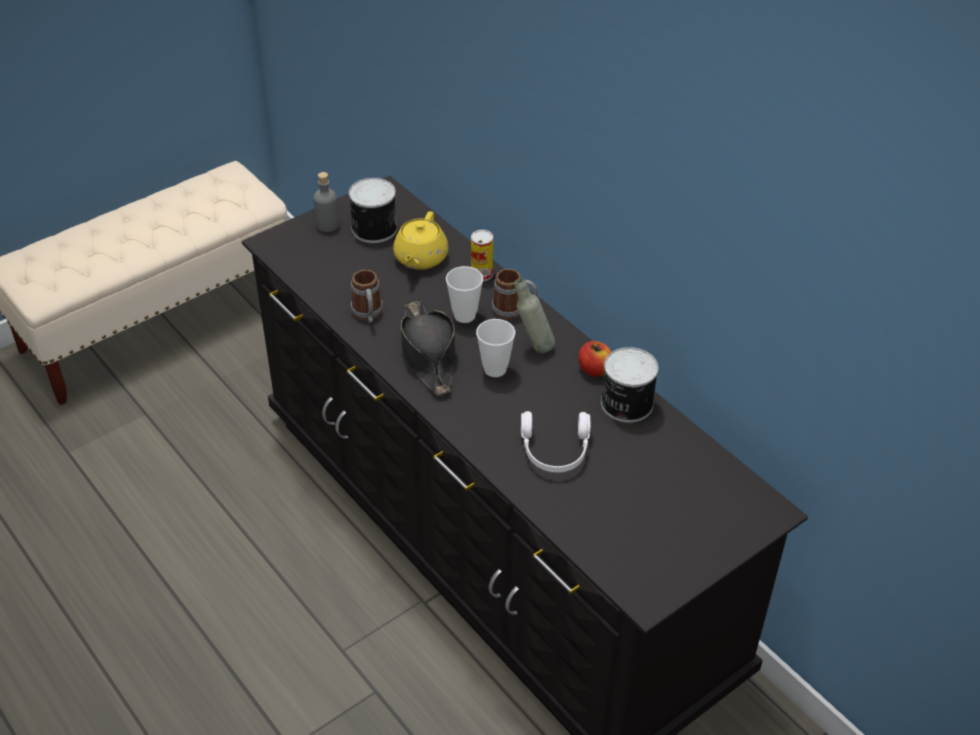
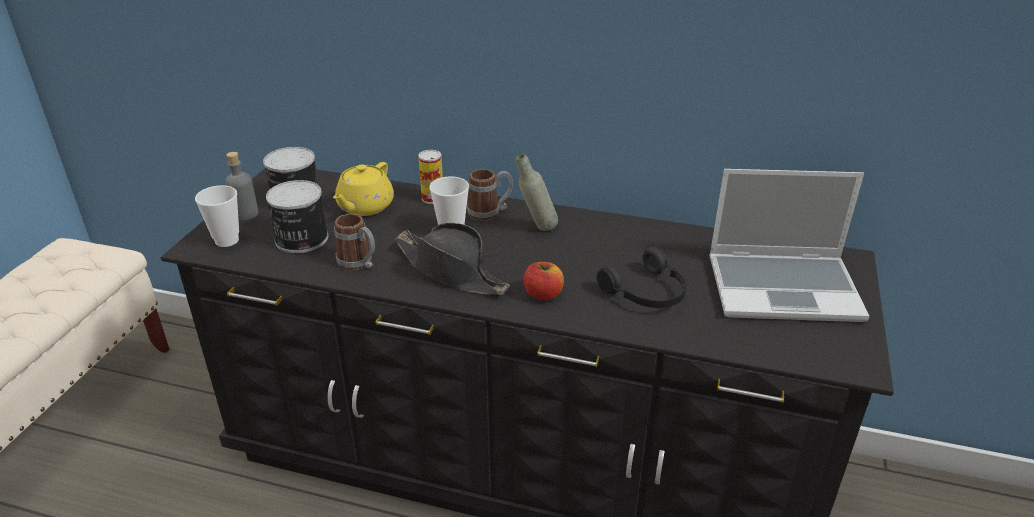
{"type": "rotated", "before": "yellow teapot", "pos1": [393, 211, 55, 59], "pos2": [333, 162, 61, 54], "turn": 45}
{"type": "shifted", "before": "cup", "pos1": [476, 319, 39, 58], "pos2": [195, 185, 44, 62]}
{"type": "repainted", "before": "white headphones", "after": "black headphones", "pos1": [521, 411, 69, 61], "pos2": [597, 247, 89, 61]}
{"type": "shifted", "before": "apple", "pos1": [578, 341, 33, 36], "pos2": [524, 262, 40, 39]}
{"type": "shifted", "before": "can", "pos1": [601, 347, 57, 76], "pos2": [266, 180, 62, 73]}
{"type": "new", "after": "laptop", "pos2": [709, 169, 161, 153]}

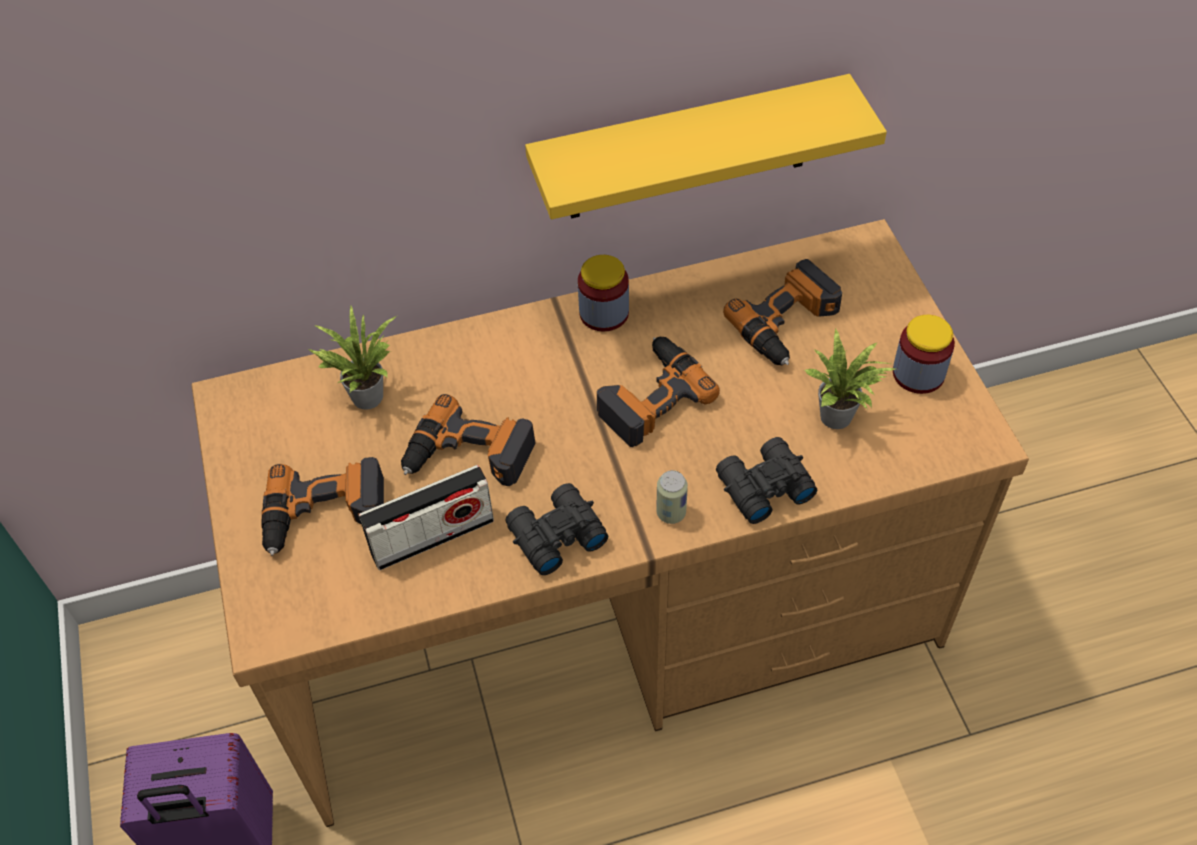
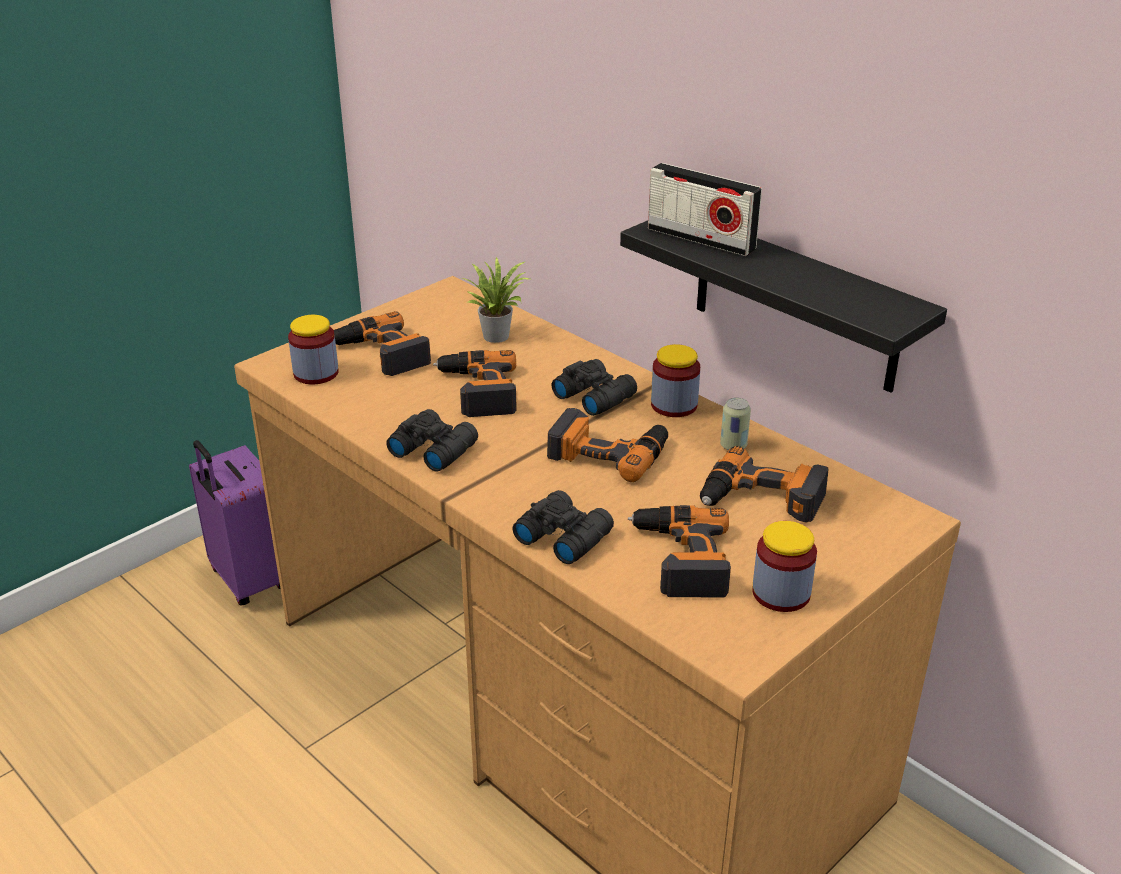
{"type": "shifted", "before": "radio", "pos1": [359, 465, 135, 105], "pos2": [648, 163, 114, 93]}
{"type": "repainted", "before": "yellow shelf", "after": "black shelf", "pos1": [525, 74, 362, 145], "pos2": [620, 220, 327, 173]}
{"type": "shifted", "before": "can", "pos1": [656, 470, 32, 54], "pos2": [720, 398, 31, 52]}
{"type": "swapped", "before": "potted plant", "after": "power drill", "pos1": [804, 329, 92, 100], "pos2": [628, 505, 103, 92]}
{"type": "new", "after": "jar", "pos2": [288, 315, 51, 69]}
{"type": "new", "after": "black binoculars", "pos2": [552, 359, 85, 57]}

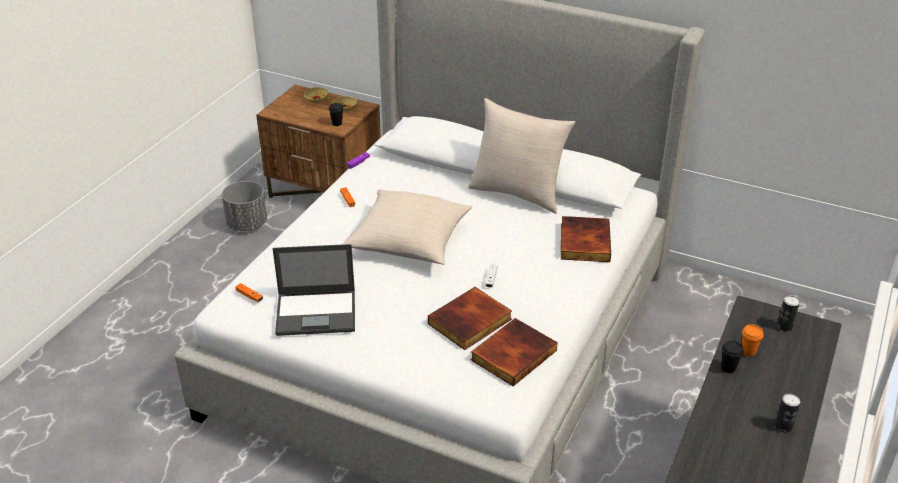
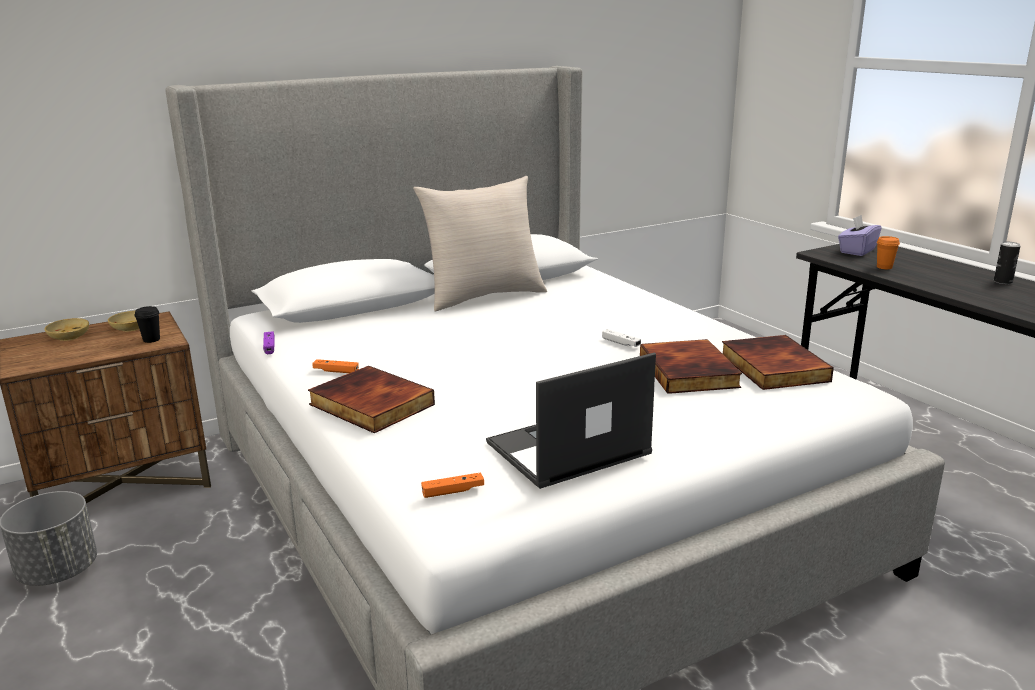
{"type": "rotated", "before": "laptop", "pos1": [273, 244, 82, 92], "pos2": [486, 352, 170, 137], "turn": -150}
{"type": "gone", "before": "beige pillow", "pos1": [342, 189, 130, 76]}
{"type": "shifted", "before": "book", "pos1": [561, 216, 50, 46], "pos2": [308, 366, 127, 67]}
{"type": "gone", "before": "black cup", "pos1": [721, 340, 23, 33]}
{"type": "swapped", "before": "can", "after": "purple tissue box", "pos1": [777, 296, 23, 36], "pos2": [838, 215, 44, 41]}

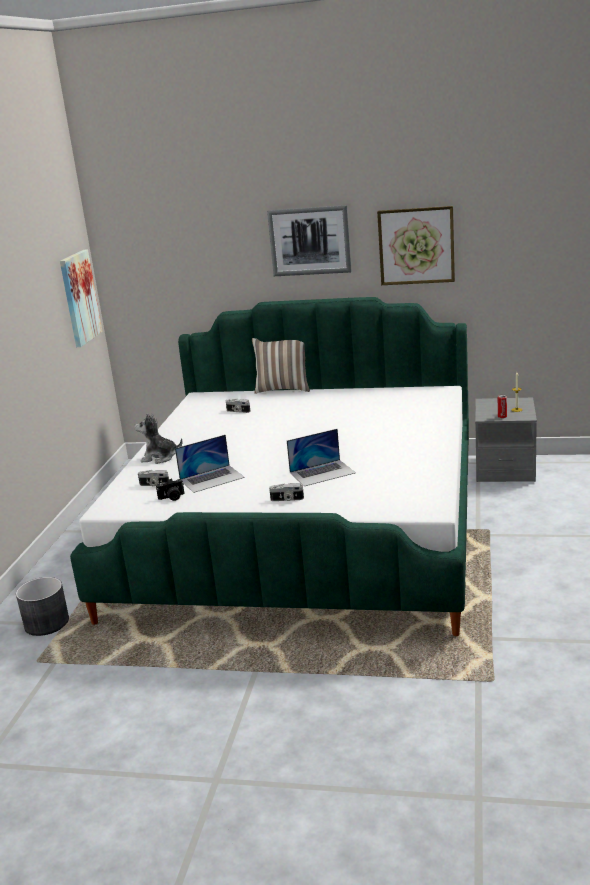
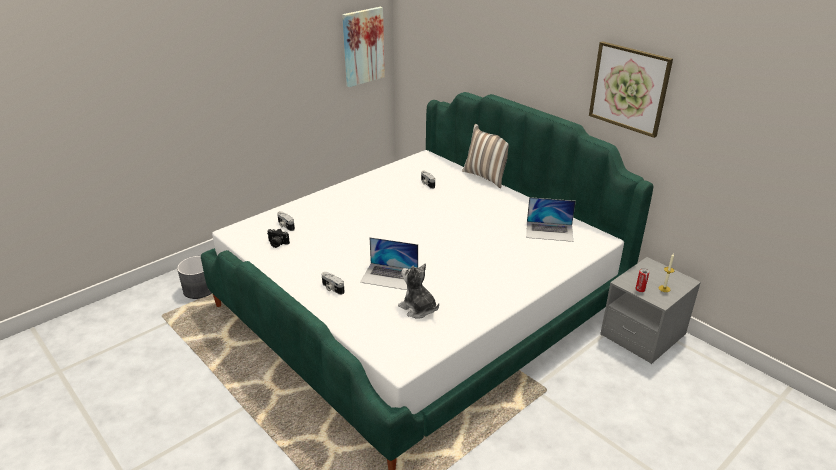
{"type": "shifted", "before": "plush toy", "pos1": [134, 413, 48, 51], "pos2": [398, 263, 41, 56]}
{"type": "shifted", "before": "laptop", "pos1": [175, 435, 70, 58], "pos2": [526, 197, 50, 45]}
{"type": "gone", "before": "picture", "pos1": [267, 205, 85, 71]}

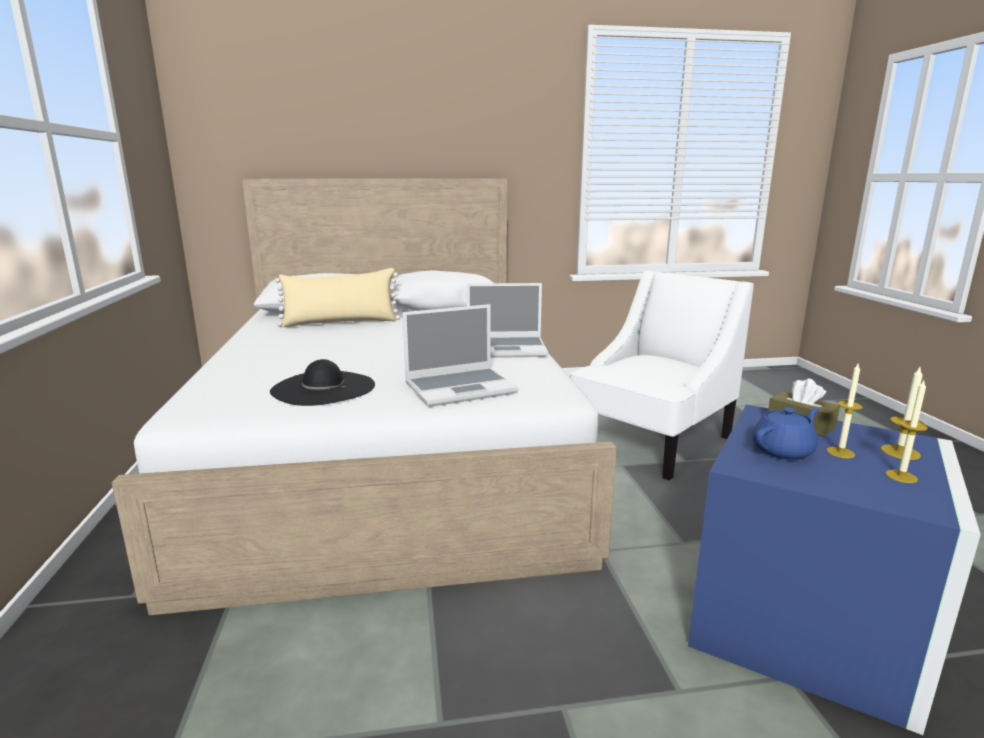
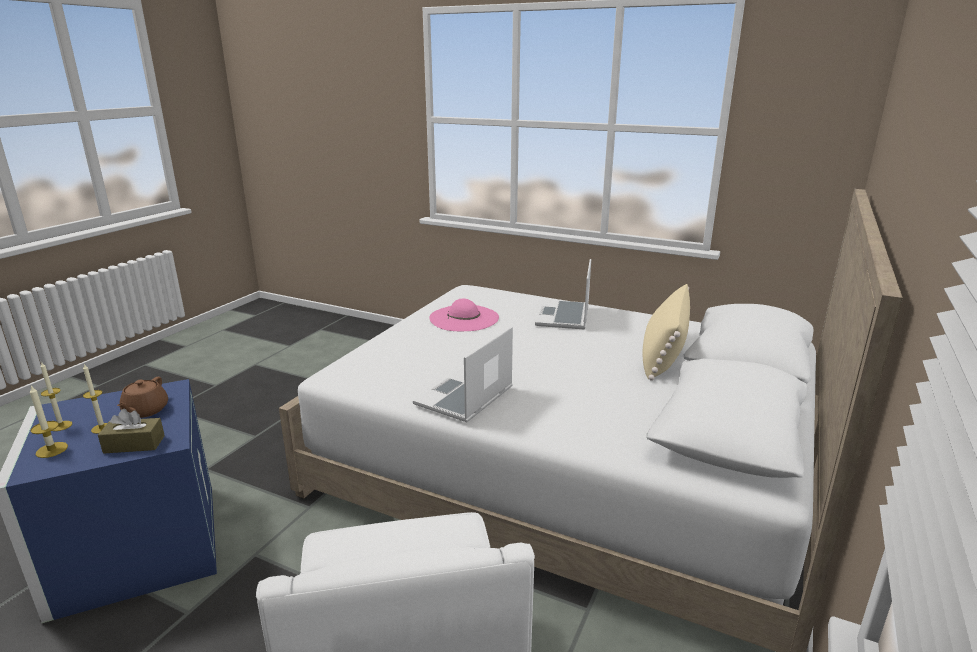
{"type": "repainted", "before": "black hat", "after": "pink hat", "pos1": [270, 359, 105, 47], "pos2": [429, 298, 70, 33]}
{"type": "shifted", "before": "laptop", "pos1": [403, 304, 116, 103], "pos2": [535, 259, 56, 70]}
{"type": "repainted", "before": "blue teapot", "after": "brown teapot", "pos1": [753, 407, 66, 53], "pos2": [117, 377, 51, 41]}

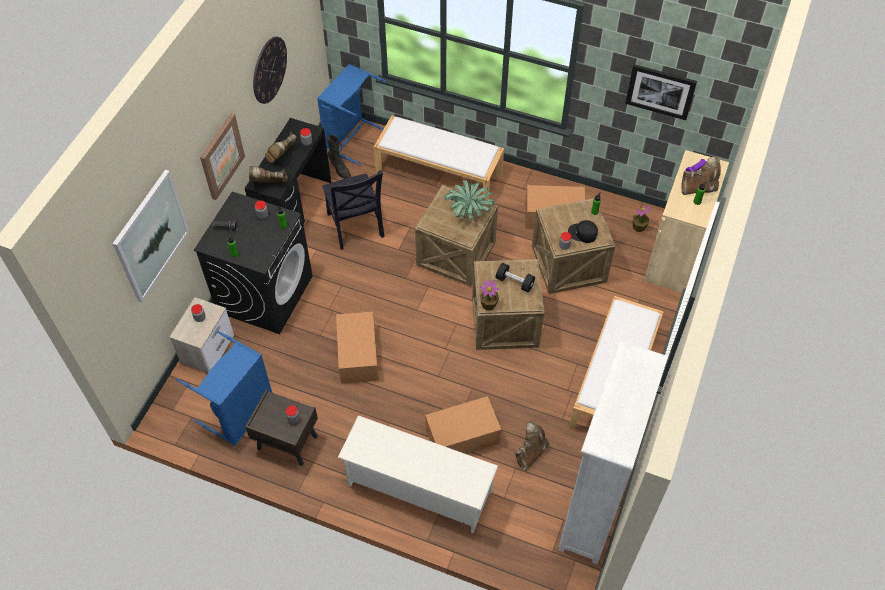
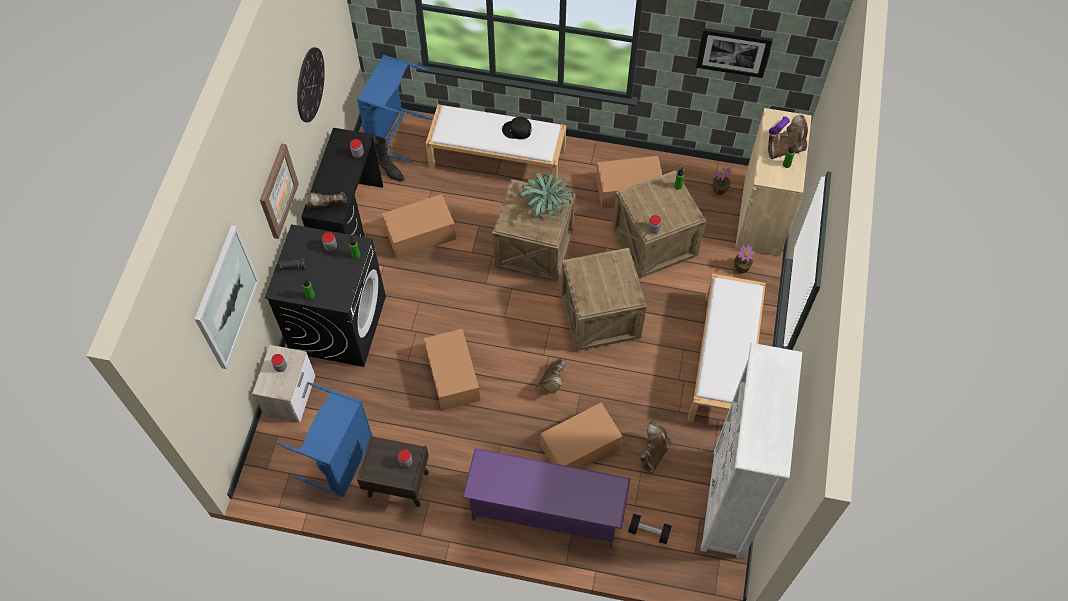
{"type": "shifted", "before": "brown boot", "pos1": [265, 132, 31, 31], "pos2": [535, 358, 31, 37]}
{"type": "swapped", "before": "black chair", "after": "cardboard box", "pos1": [322, 170, 63, 80], "pos2": [382, 194, 74, 65]}
{"type": "repainted", "before": "white shoe rack", "after": "purple shoe rack", "pos1": [337, 415, 161, 118], "pos2": [463, 448, 168, 100]}
{"type": "shifted", "before": "potted plant", "pos1": [480, 279, 20, 32], "pos2": [734, 244, 21, 30]}
{"type": "shifted", "before": "black dumbbell", "pos1": [496, 263, 39, 29], "pos2": [628, 514, 44, 30]}
{"type": "shifted", "before": "black cap", "pos1": [568, 220, 30, 23], "pos2": [502, 117, 30, 22]}

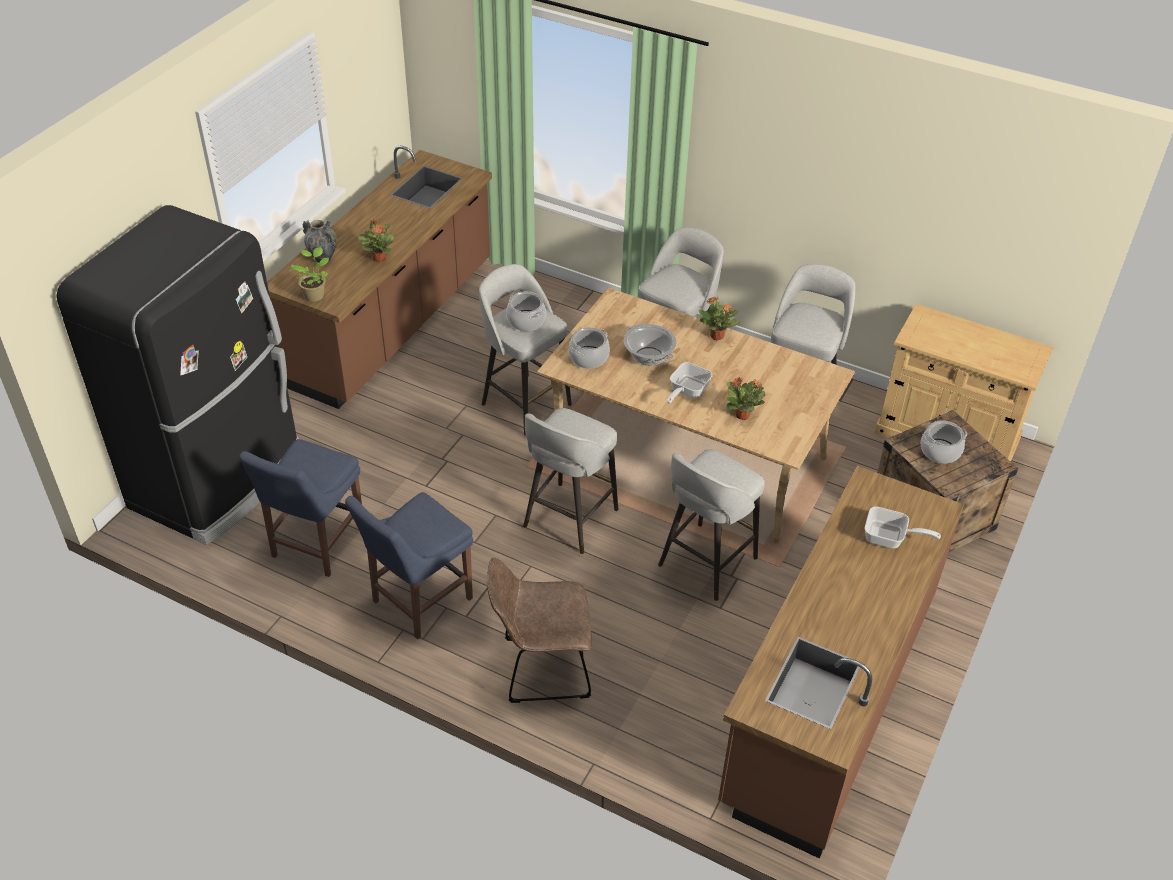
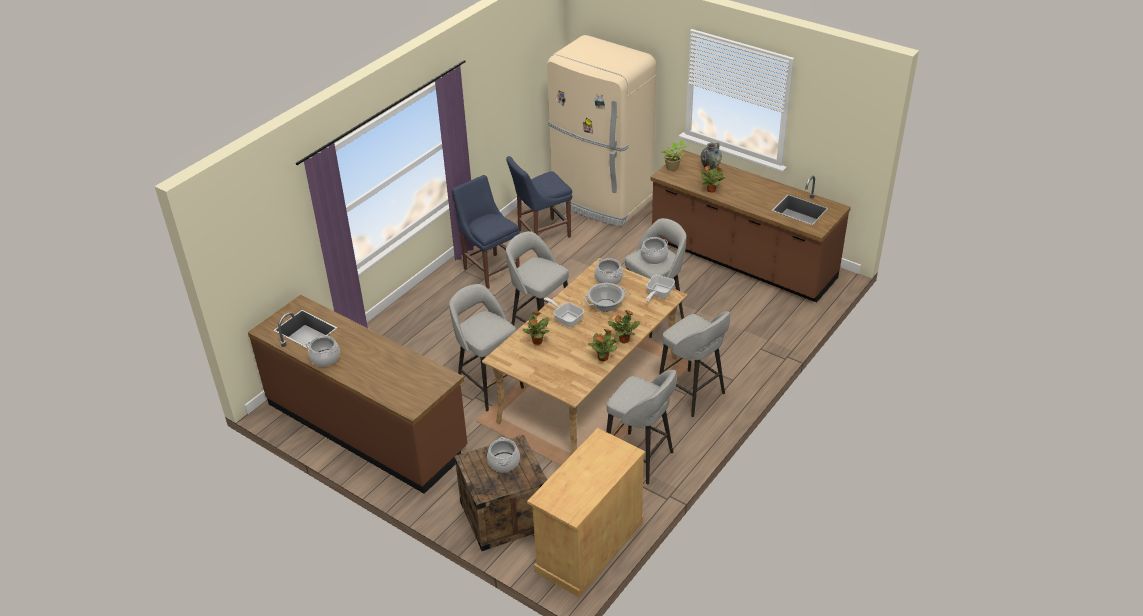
{"type": "repainted", "before": "black fridge", "after": "beige fridge", "pos1": [57, 205, 242, 340], "pos2": [547, 35, 109, 192]}
{"type": "rotated", "before": "blue chair", "pos1": [239, 439, 123, 138], "pos2": [506, 156, 66, 82], "turn": -60}
{"type": "gone", "before": "brown chair", "pos1": [487, 557, 104, 146]}
{"type": "shifted", "before": "frying pan", "pos1": [865, 507, 76, 42], "pos2": [646, 275, 29, 27]}
{"type": "new", "after": "cooking pot", "pos2": [306, 336, 34, 31]}
{"type": "new", "after": "potted plant", "pos2": [588, 329, 32, 32]}

